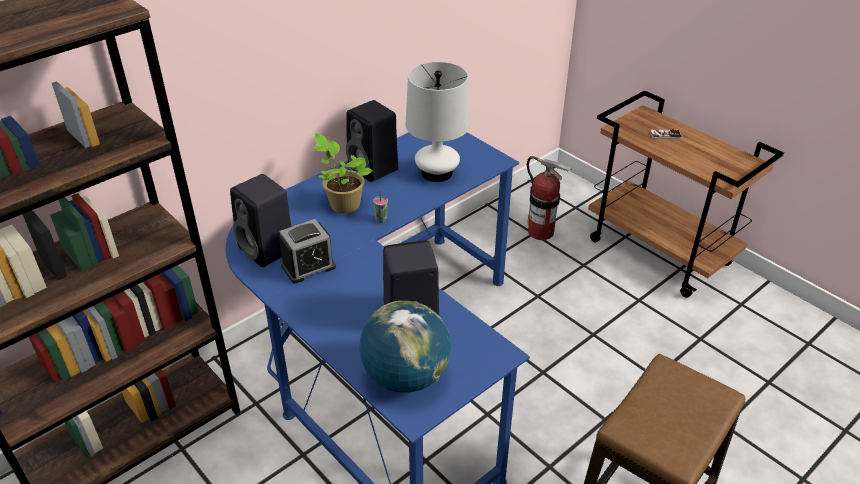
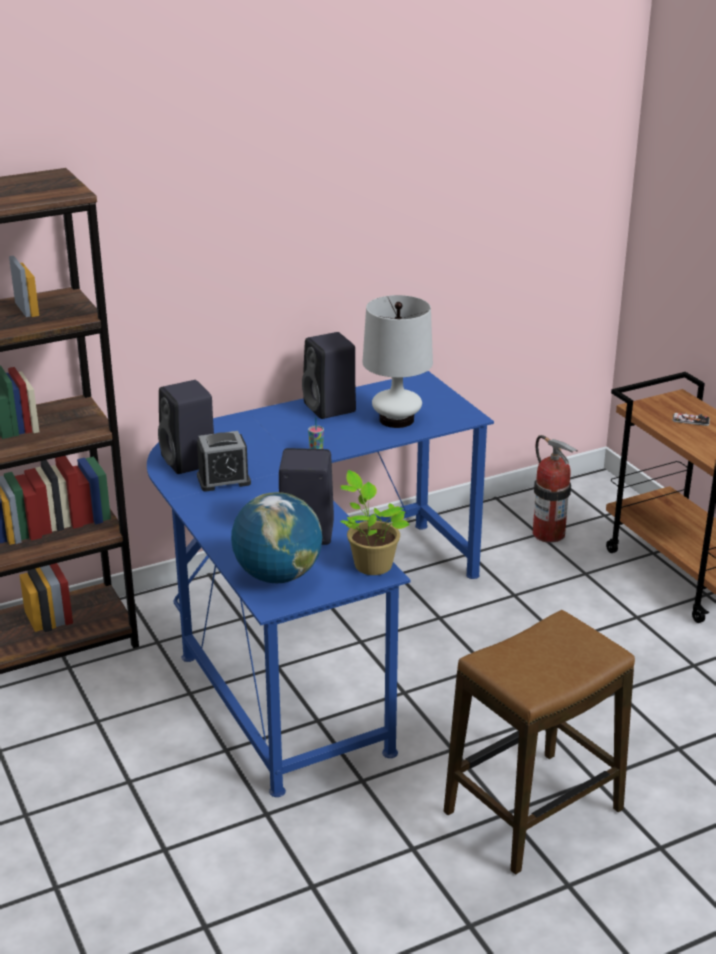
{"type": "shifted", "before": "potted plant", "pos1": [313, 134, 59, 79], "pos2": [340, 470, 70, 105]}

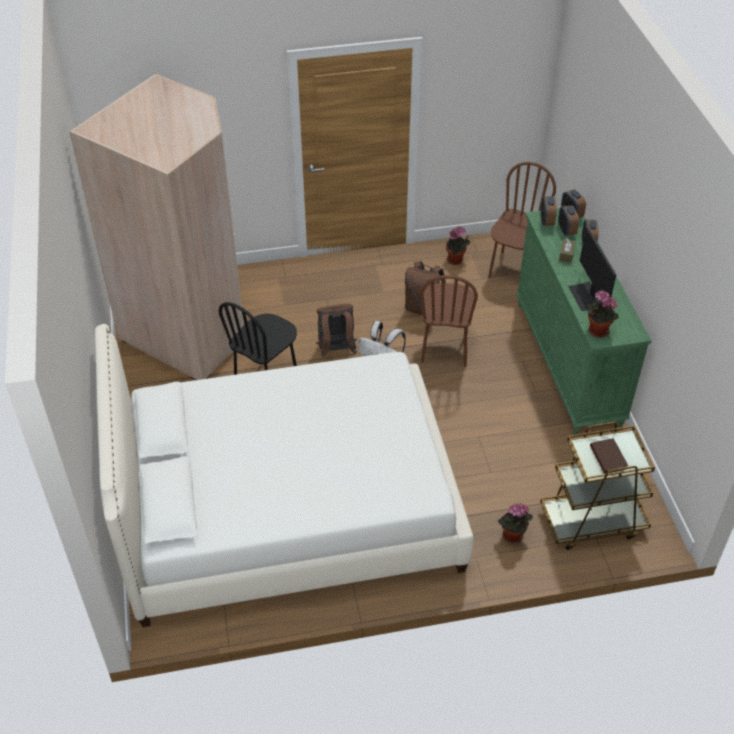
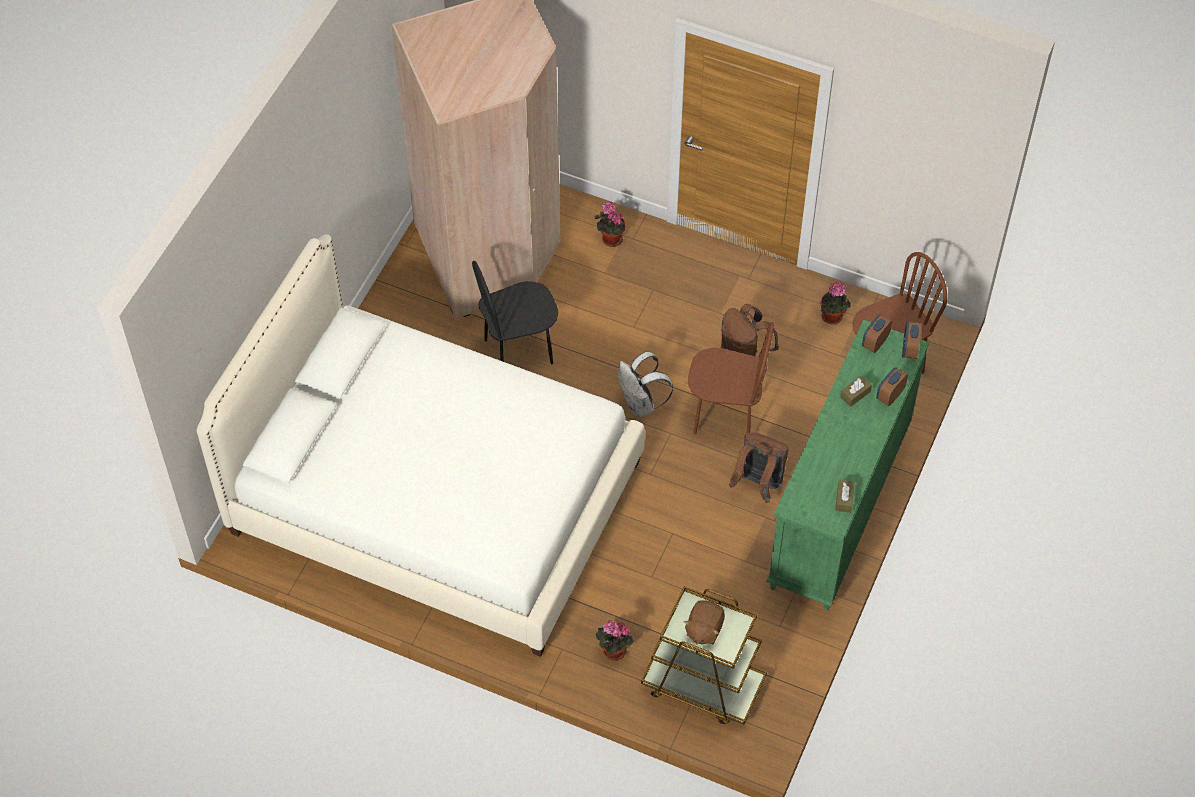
{"type": "shifted", "before": "brown backpack", "pos1": [316, 304, 41, 53], "pos2": [729, 432, 60, 71]}
{"type": "rotated", "before": "brown chair", "pos1": [420, 275, 58, 92], "pos2": [688, 322, 86, 112], "turn": -120}
{"type": "gone", "before": "alarm clock", "pos1": [558, 205, 21, 31]}
{"type": "gone", "before": "monitor", "pos1": [568, 227, 48, 84]}
{"type": "shifted", "before": "potted plant", "pos1": [586, 290, 33, 48], "pos2": [595, 202, 31, 45]}
{"type": "swapped", "before": "brown book", "after": "brown plush toy", "pos1": [590, 438, 38, 36], "pos2": [684, 600, 41, 45]}
{"type": "new", "after": "brown tissue box", "pos2": [835, 480, 20, 33]}

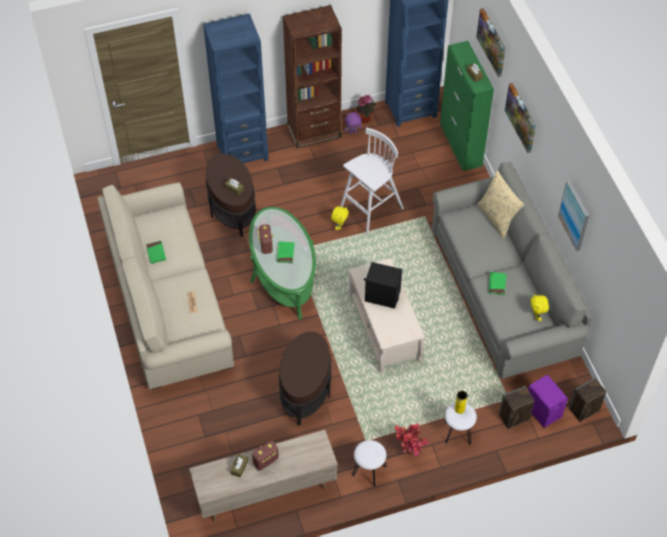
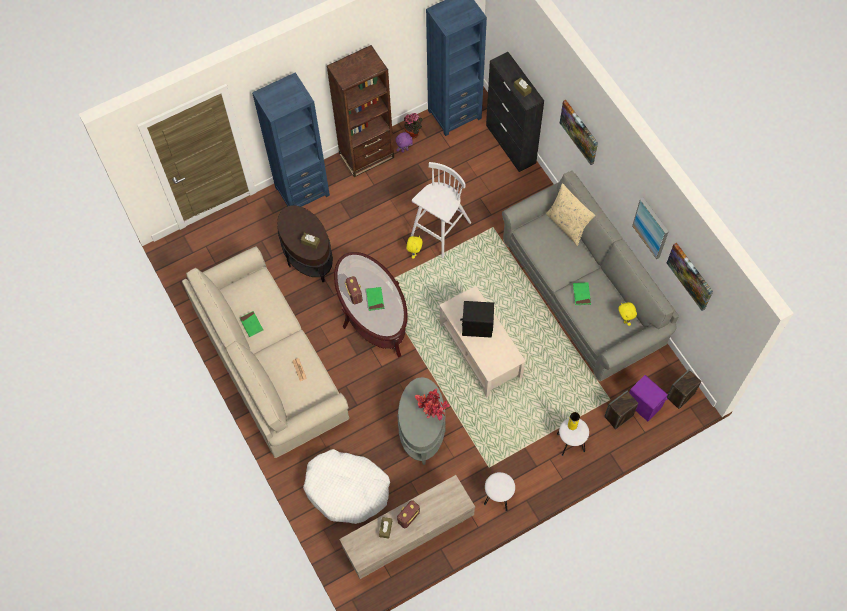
{"type": "repainted", "before": "green coffee table", "after": "brown coffee table", "pos1": [249, 207, 67, 113], "pos2": [334, 252, 74, 106]}
{"type": "repainted", "before": "brown side table", "after": "grey side table", "pos1": [279, 331, 52, 94], "pos2": [398, 377, 48, 88]}
{"type": "shifted", "before": "potted plant", "pos1": [394, 423, 35, 33], "pos2": [415, 388, 35, 32]}
{"type": "repainted", "before": "green cabinet", "after": "black cabinet", "pos1": [440, 41, 54, 130], "pos2": [486, 52, 58, 120]}
{"type": "shifted", "before": "picture", "pos1": [476, 8, 30, 69], "pos2": [667, 243, 46, 68]}
{"type": "new", "after": "white dog bed", "pos2": [303, 449, 87, 75]}

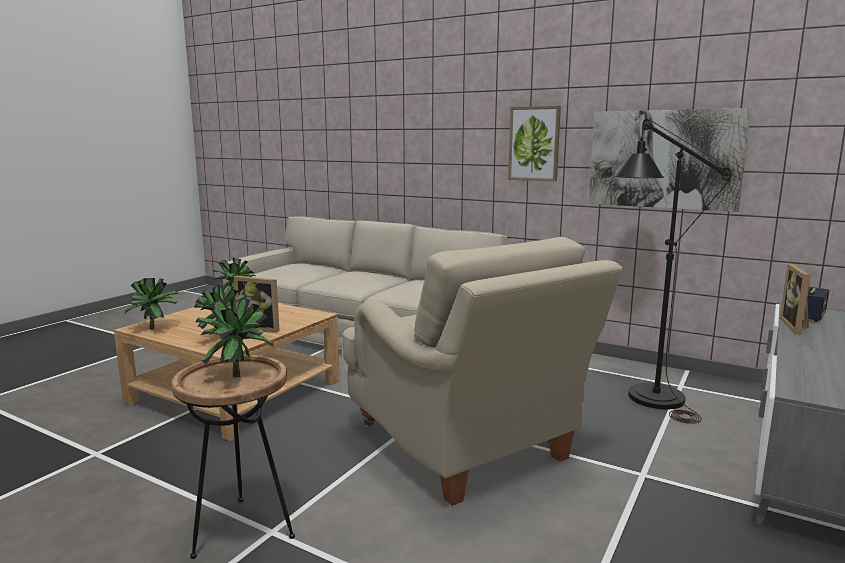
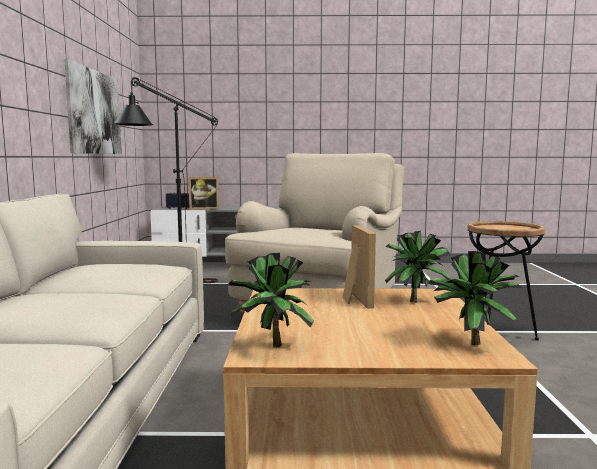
{"type": "gone", "before": "potted plant", "pos1": [195, 297, 79, 80]}
{"type": "gone", "before": "picture", "pos1": [508, 106, 53, 76]}

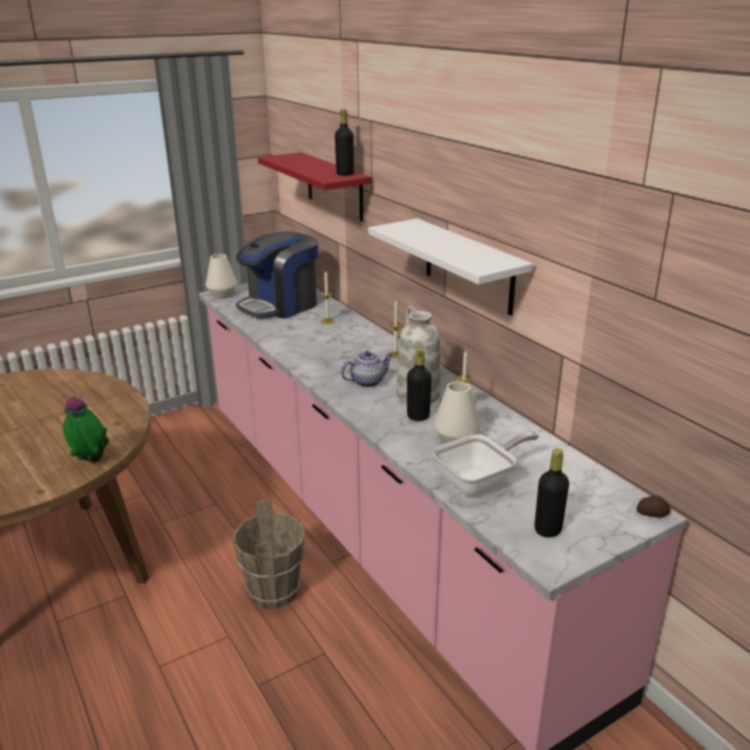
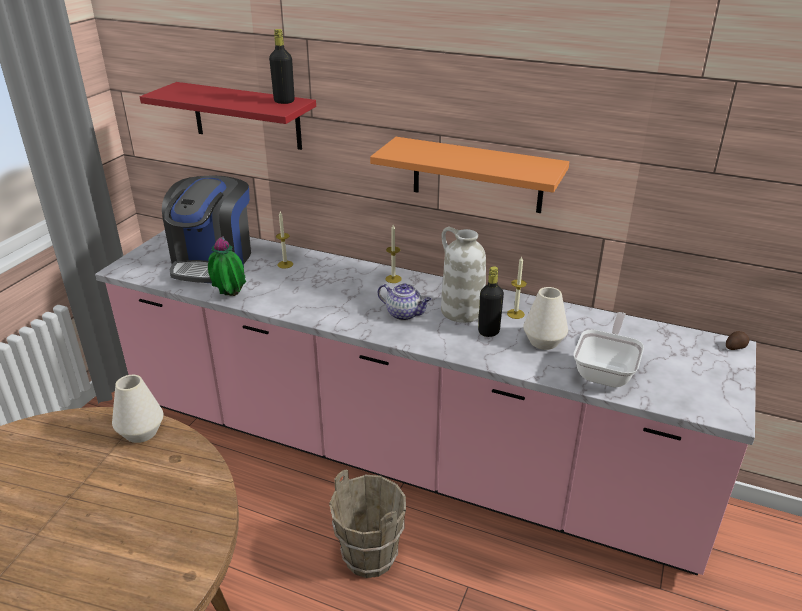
{"type": "shifted", "before": "potted plant", "pos1": [63, 396, 46, 66], "pos2": [208, 236, 38, 60]}
{"type": "shifted", "before": "white vase", "pos1": [206, 254, 31, 45], "pos2": [112, 375, 51, 68]}
{"type": "rotated", "before": "teapot", "pos1": [341, 351, 52, 36], "pos2": [378, 283, 53, 38], "turn": 90}
{"type": "repainted", "before": "white shelf", "after": "orange shelf", "pos1": [368, 218, 165, 98], "pos2": [370, 137, 199, 76]}
{"type": "gone", "before": "black bottle", "pos1": [535, 449, 34, 89]}

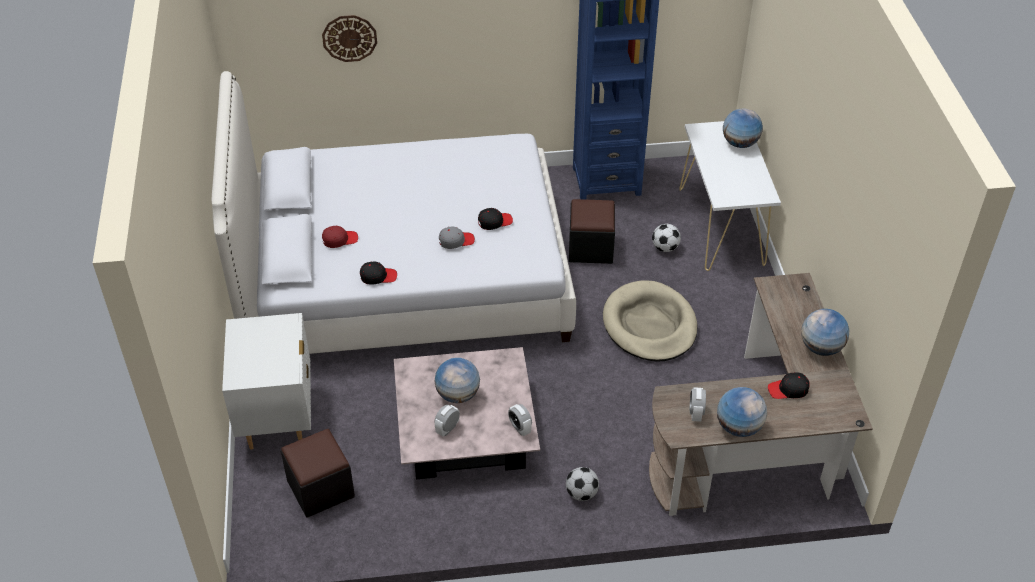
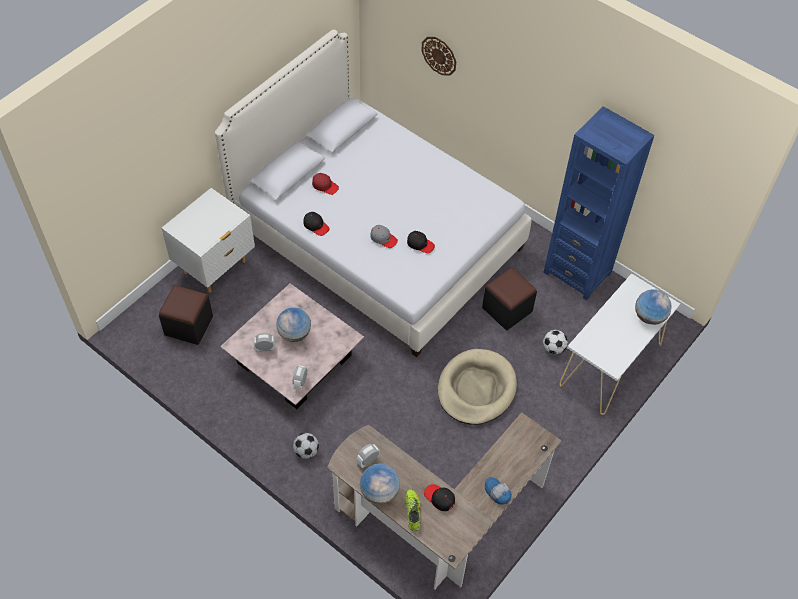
{"type": "swapped", "before": "globe", "after": "cap", "pos1": [801, 309, 48, 47], "pos2": [485, 477, 27, 28]}
{"type": "new", "after": "shoe", "pos2": [405, 489, 16, 42]}

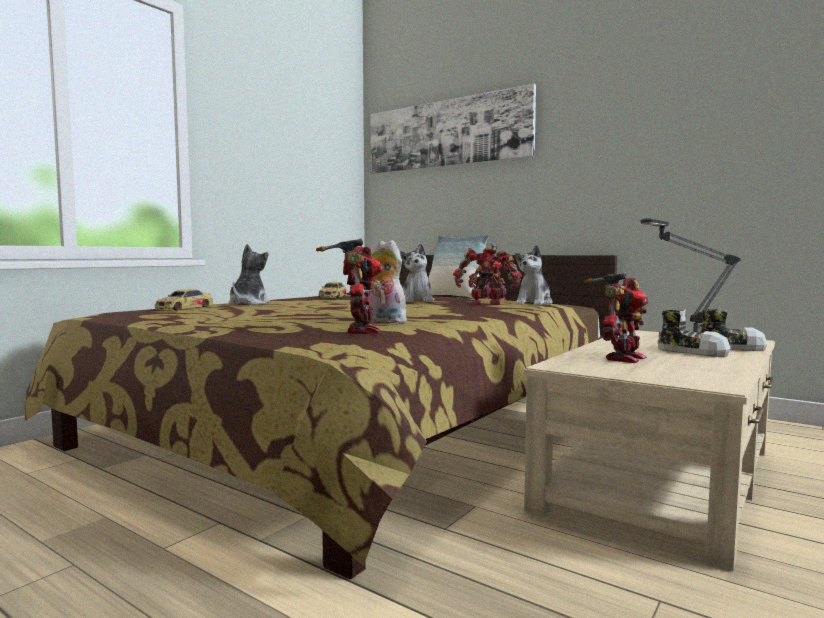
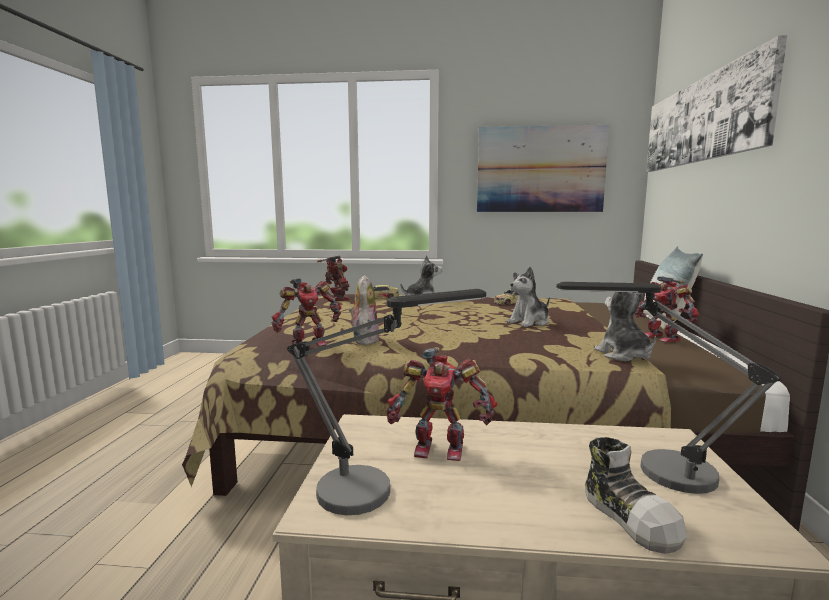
{"type": "shifted", "before": "toy robot", "pos1": [453, 243, 65, 62], "pos2": [317, 255, 32, 46]}
{"type": "rotated", "before": "plush toy", "pos1": [515, 245, 38, 60], "pos2": [594, 292, 62, 69], "turn": 75}
{"type": "gone", "before": "shoe", "pos1": [658, 309, 72, 48]}
{"type": "new", "after": "table lamp", "pos2": [287, 289, 199, 226]}
{"type": "new", "after": "picture", "pos2": [477, 125, 132, 87]}

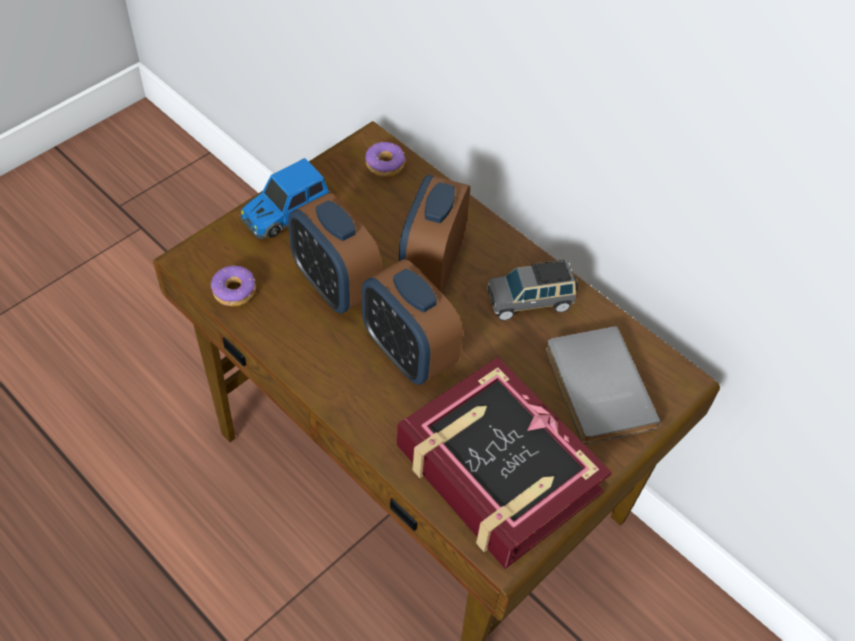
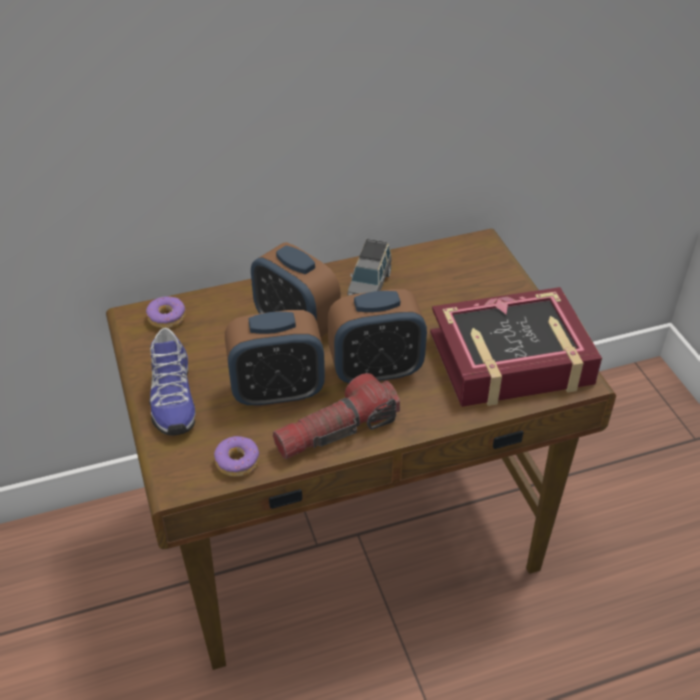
{"type": "swapped", "before": "toy car", "after": "shoe", "pos1": [239, 158, 91, 81], "pos2": [149, 328, 46, 107]}
{"type": "gone", "before": "grey book", "pos1": [546, 326, 115, 118]}
{"type": "new", "after": "flashlight", "pos2": [273, 373, 127, 86]}

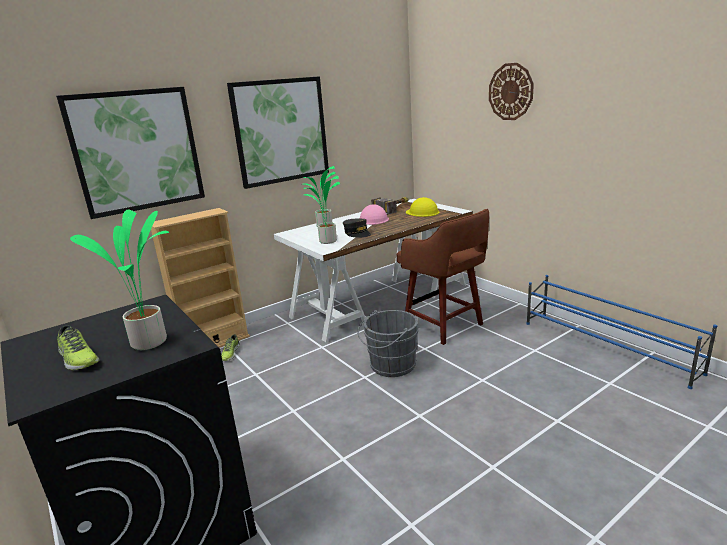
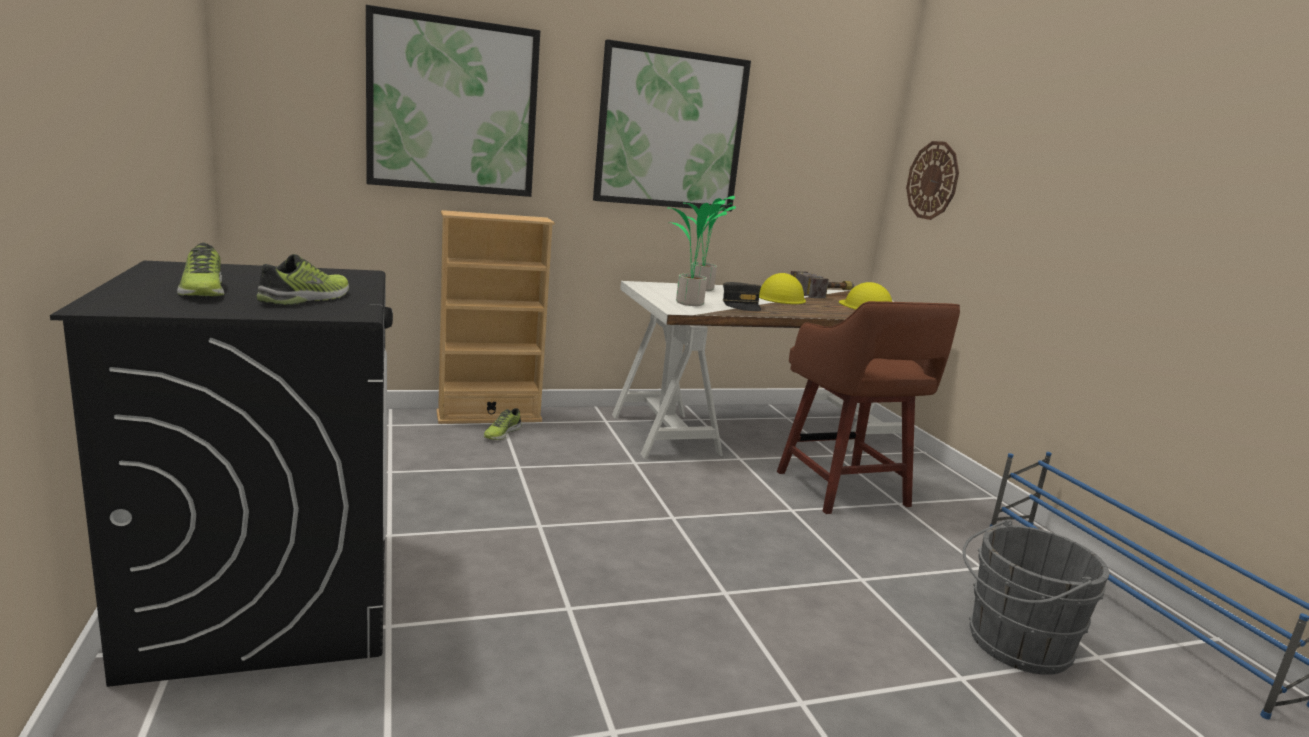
{"type": "swapped", "before": "potted plant", "after": "shoe", "pos1": [70, 209, 99, 141], "pos2": [257, 254, 92, 52]}
{"type": "shifted", "before": "grey bucket", "pos1": [357, 310, 62, 67], "pos2": [963, 520, 146, 155]}
{"type": "repainted", "before": "pink hard hat", "after": "yellow hard hat", "pos1": [359, 204, 30, 21], "pos2": [759, 273, 47, 31]}
{"type": "shifted", "before": "wall clock", "pos1": [489, 63, 45, 57], "pos2": [906, 141, 53, 79]}

